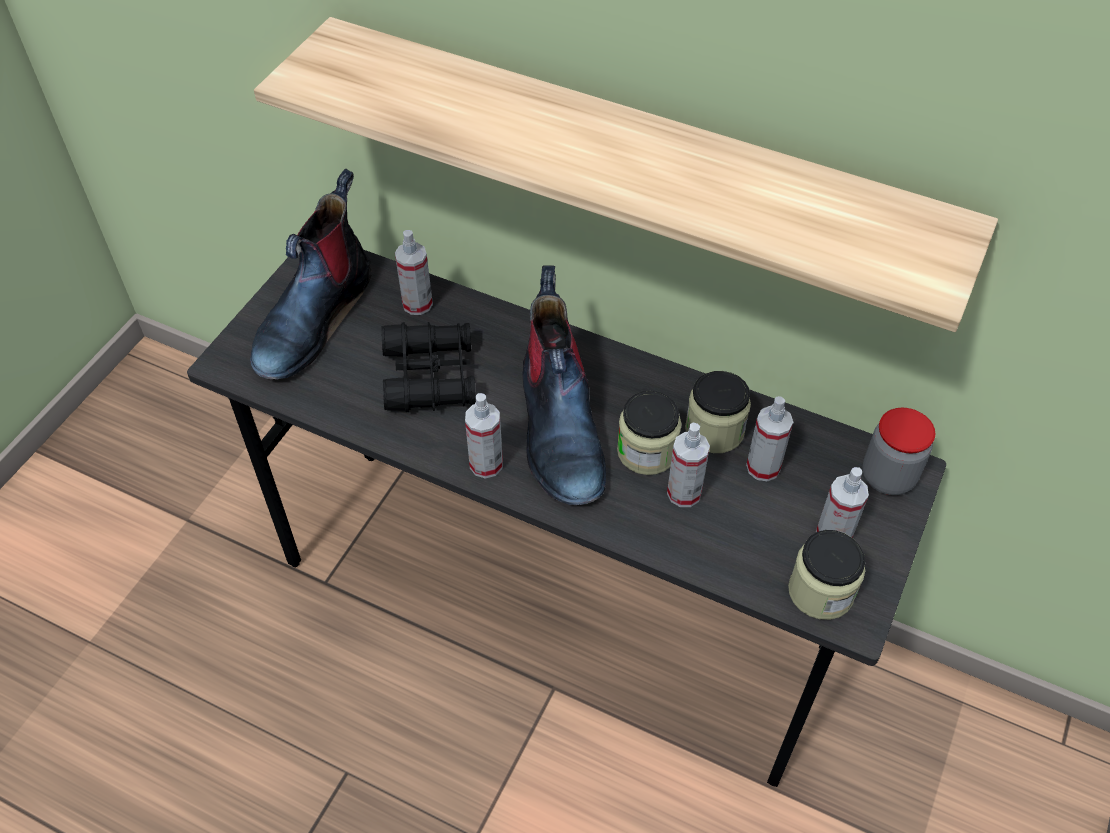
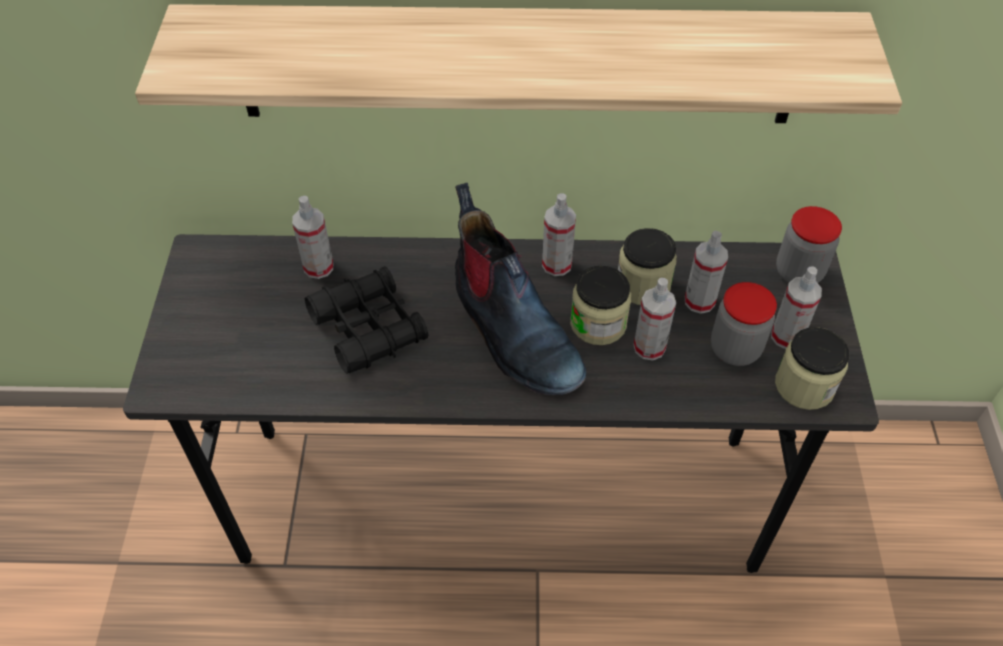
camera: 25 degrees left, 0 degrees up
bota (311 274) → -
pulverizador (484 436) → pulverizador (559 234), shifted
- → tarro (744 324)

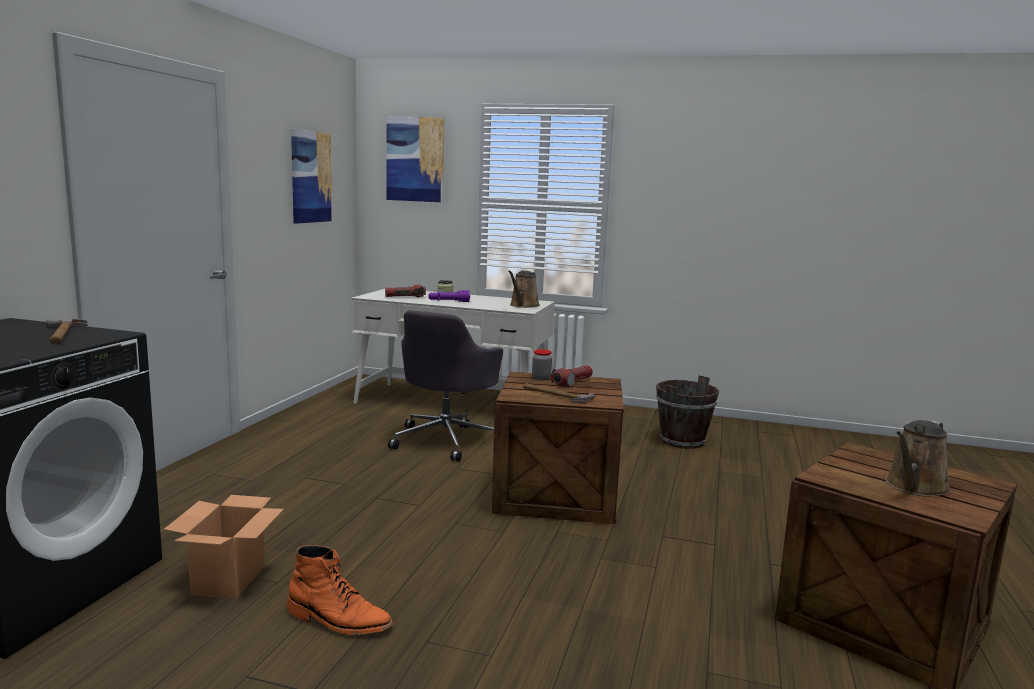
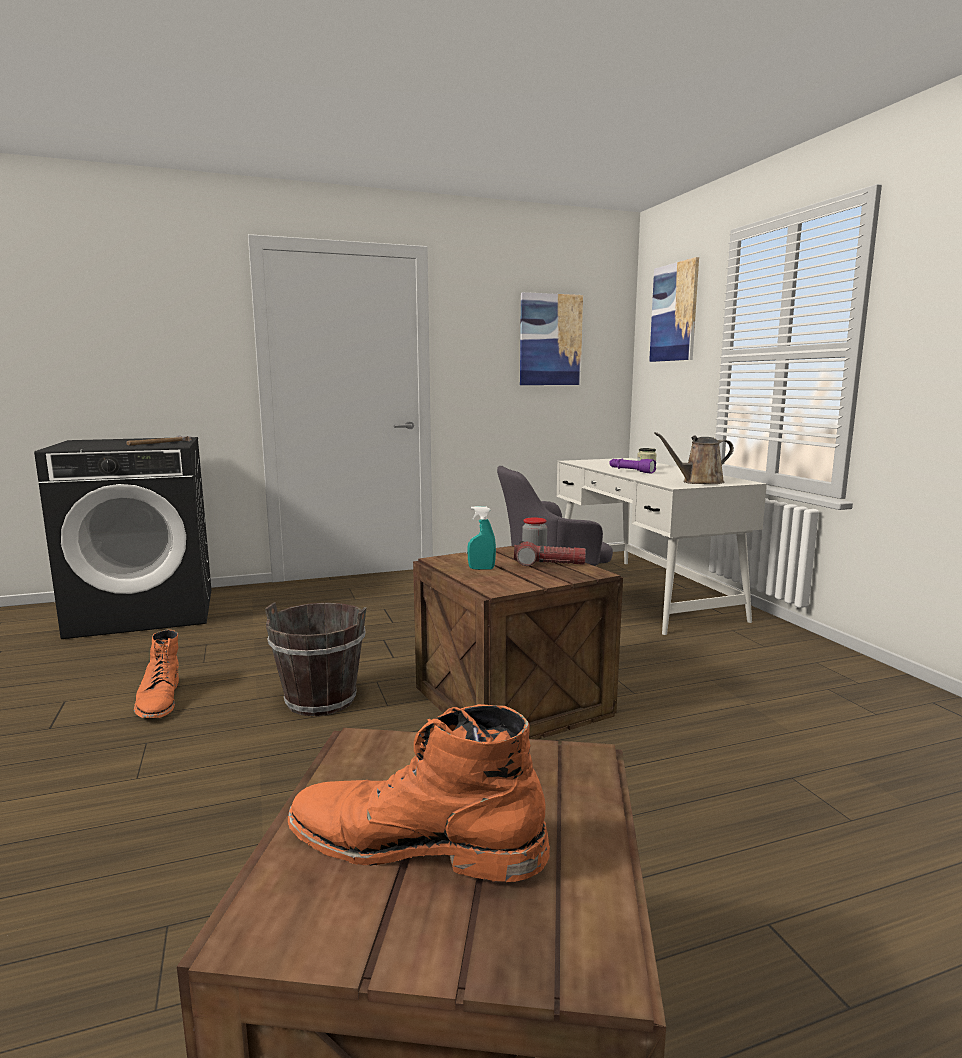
camera: 55 degrees right, 0 degrees up
caja de cartón (224 547) → -
linterna (405 290) → -
martillo (559 393) → pulverizador [turquesa] (481 538)
cubo [marrón] (687 412) → cubo [marrón] (316 659), shifted
regadera [marrón] (918 458) → bota [naranja] (419 793)

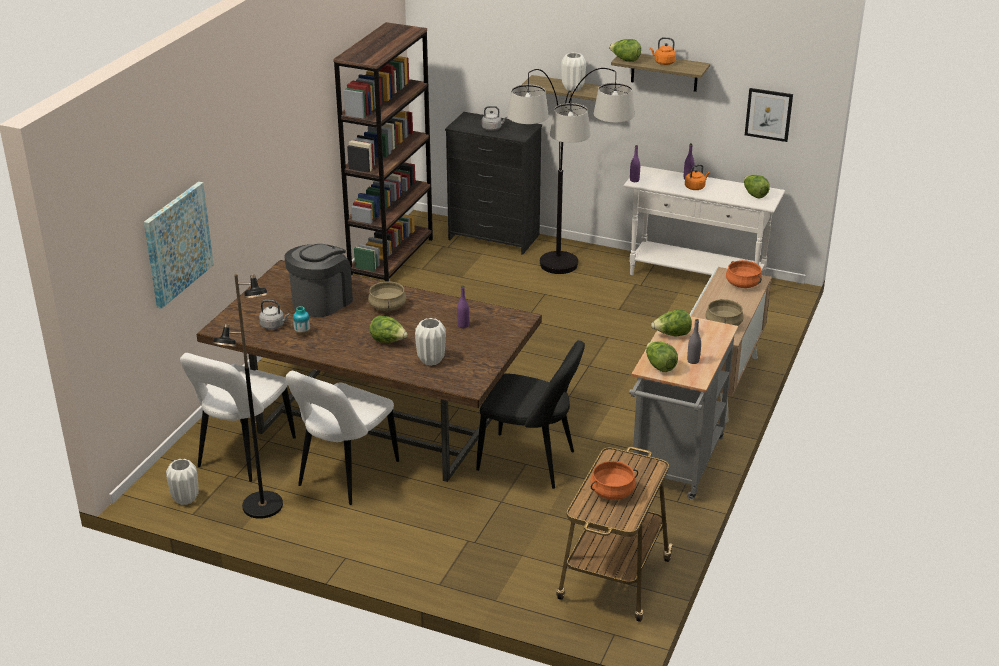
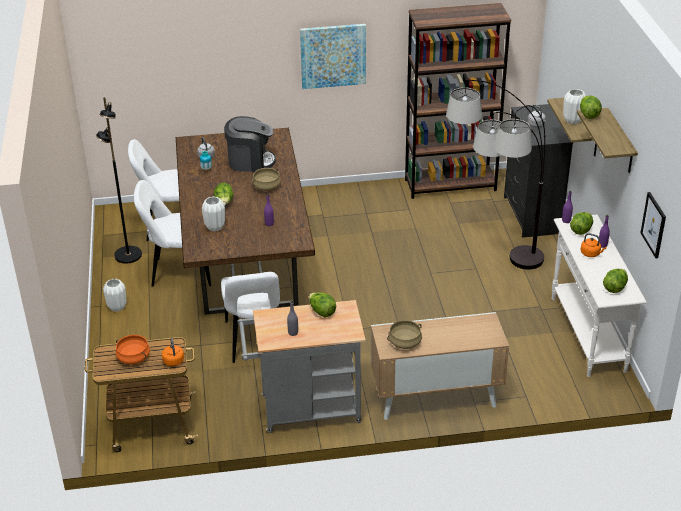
camera: 60 degrees right, 5 degrees up
cuadro (179 245) → cuadro (333 56), shifted
florero [blanco] (182 482) → florero [blanco] (115 295), shifted
silla [negro] (530 414) → silla [blanco] (250 317)
lechuga (662 357) → lechuga (581 223), shifted
hervidor [naranja] (663 51) → hervidor [naranja] (173 352), shifted
olla [naranja] (744 274) → -

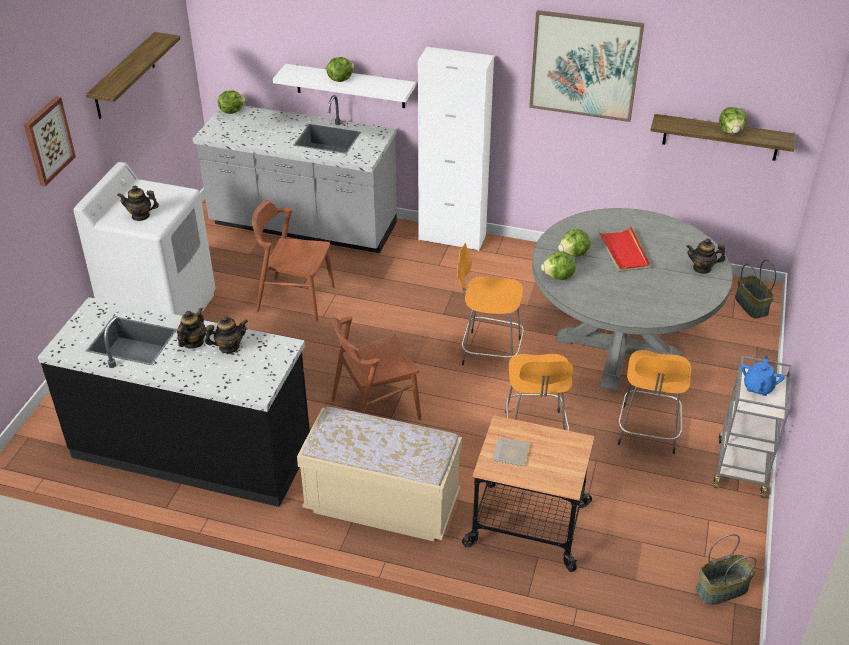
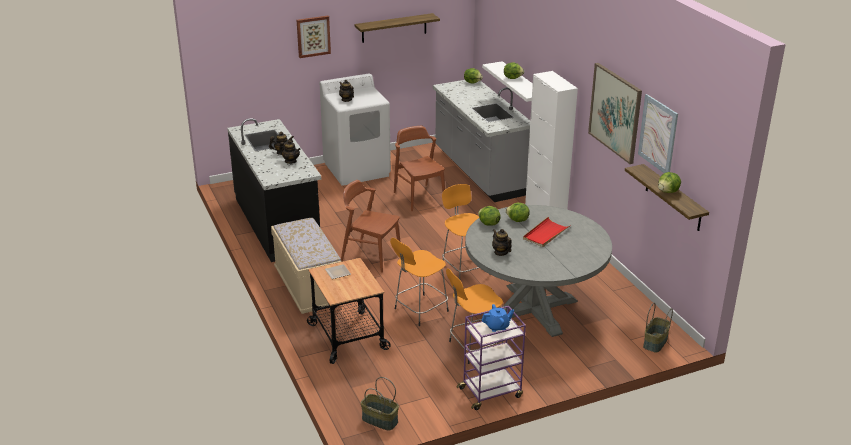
camera: 50 degrees right, 10 degrees down
tetera (705 256) → tetera (502 242), shifted
carrito [gris] (753 427) → carrito [morado] (491 358)
- → cuadro (658 133)

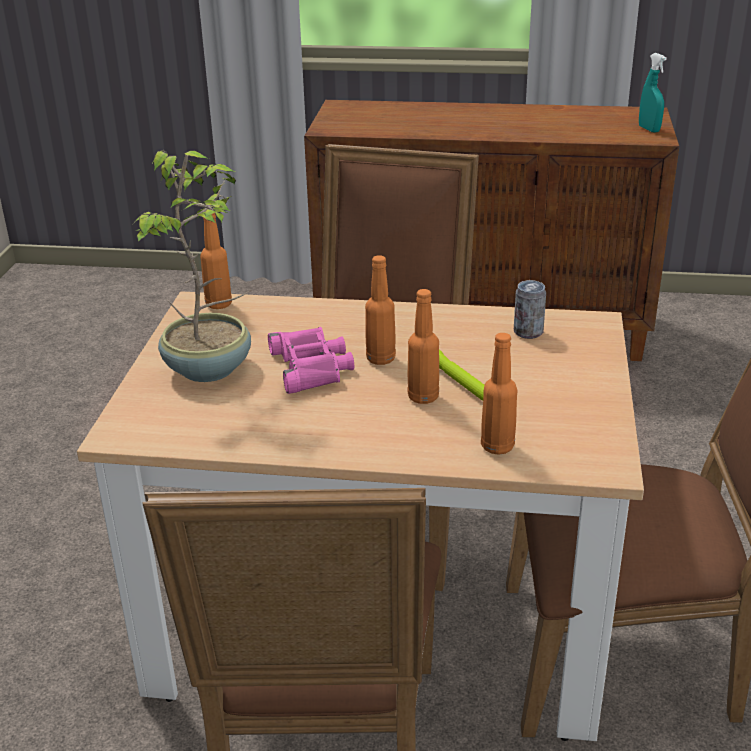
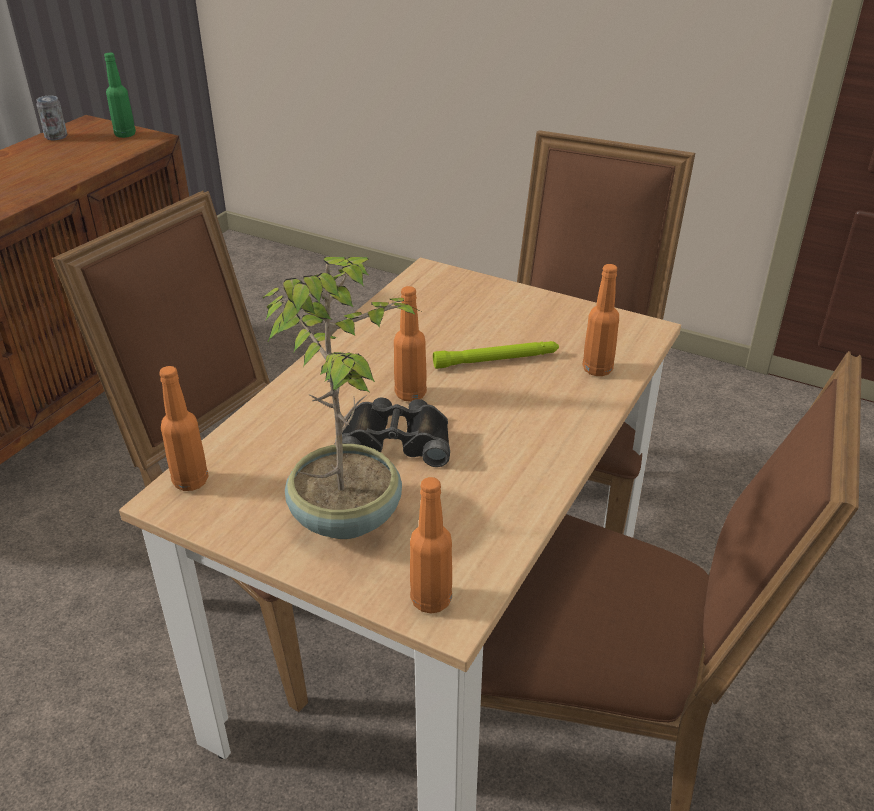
camera: 70 degrees left, 5 degrees up
prismáticos [rosa] (311 360) → prismáticos [negro] (392 432)
botella [naranja] (423 346) → botella [naranja] (431 545), shifted
lata (530 309) → lata (52 118), shifted
pulverizador [turquesa] (653 93) → botella [verde] (120 95)

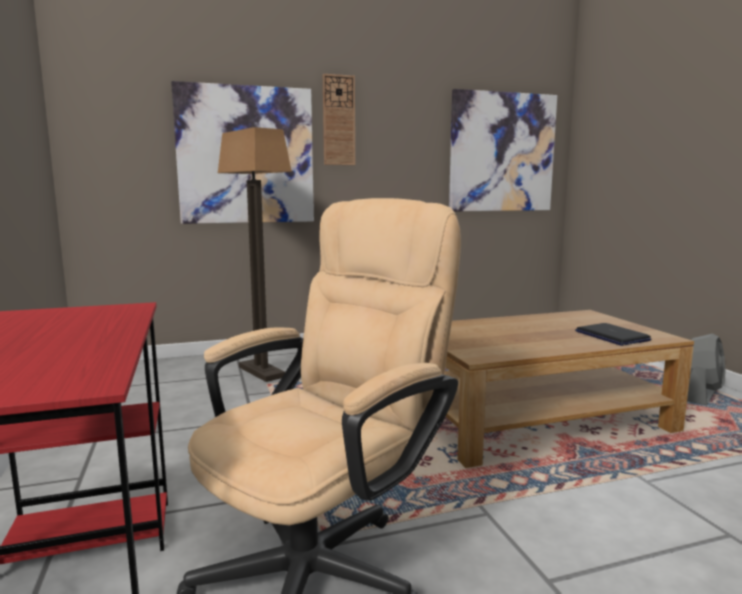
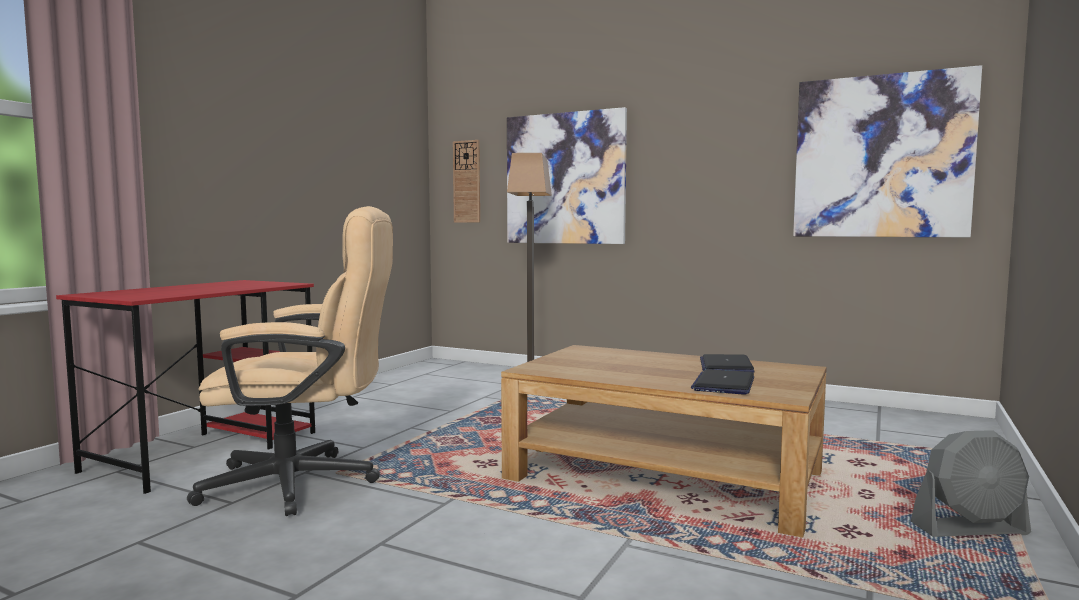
camera: 45 degrees right, 5 degrees down
reloj de pared (339 119) → reloj de pared (466 181), shifted
- → portátil (727 363)

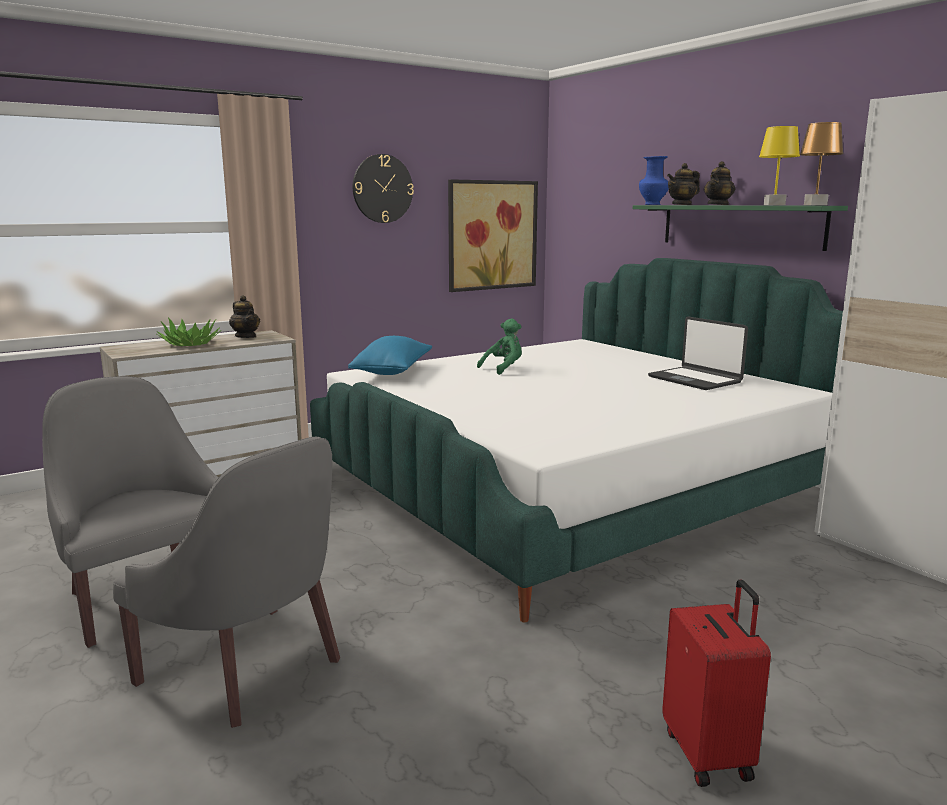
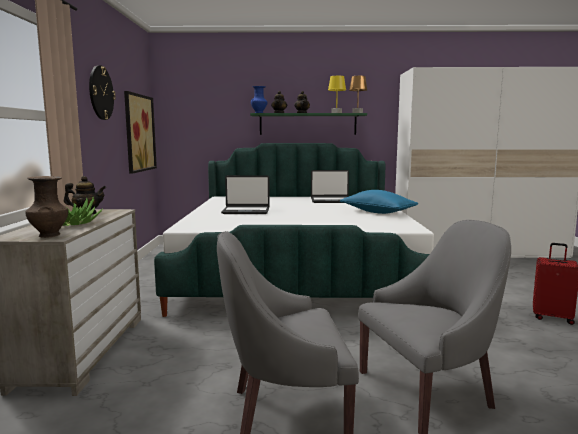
camera: 55 degrees left, 5 degrees down
cojín [azul] (390 355) → cojín [azul] (379 202), shifted
peluche [verde] (499 347) → portátil (245 194)
- → florero [marrón] (46 207)

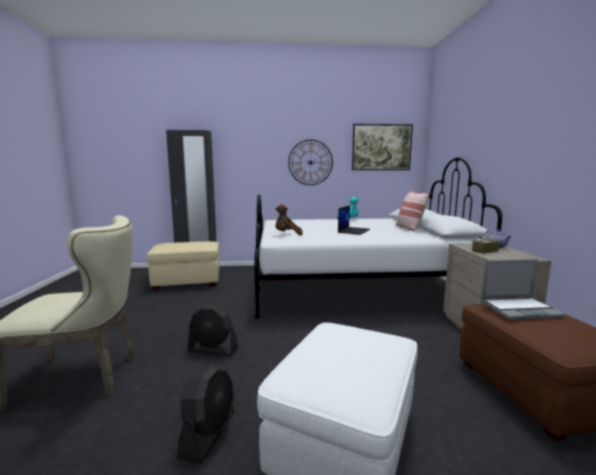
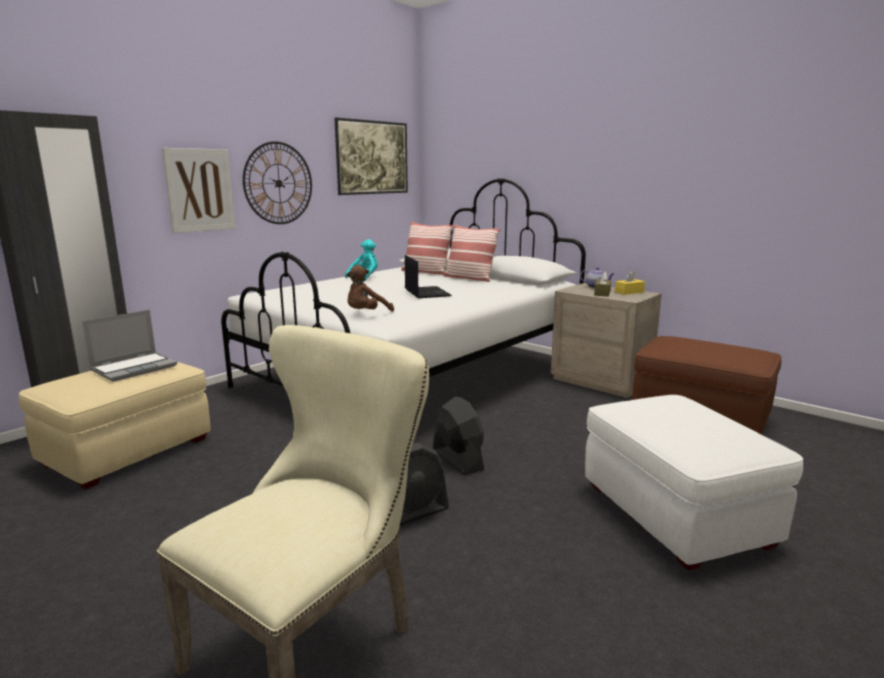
camera: 45 degrees left, 5 degrees up
ventilador [negro] (206 415) → ventilador [negro] (458 435), shifted
portátil (524 289) → portátil (129 346), shifted
- → cuadro (198 190)
- → cojín (427 248)
- → caja de pañuelos [amarillo] (630 283)

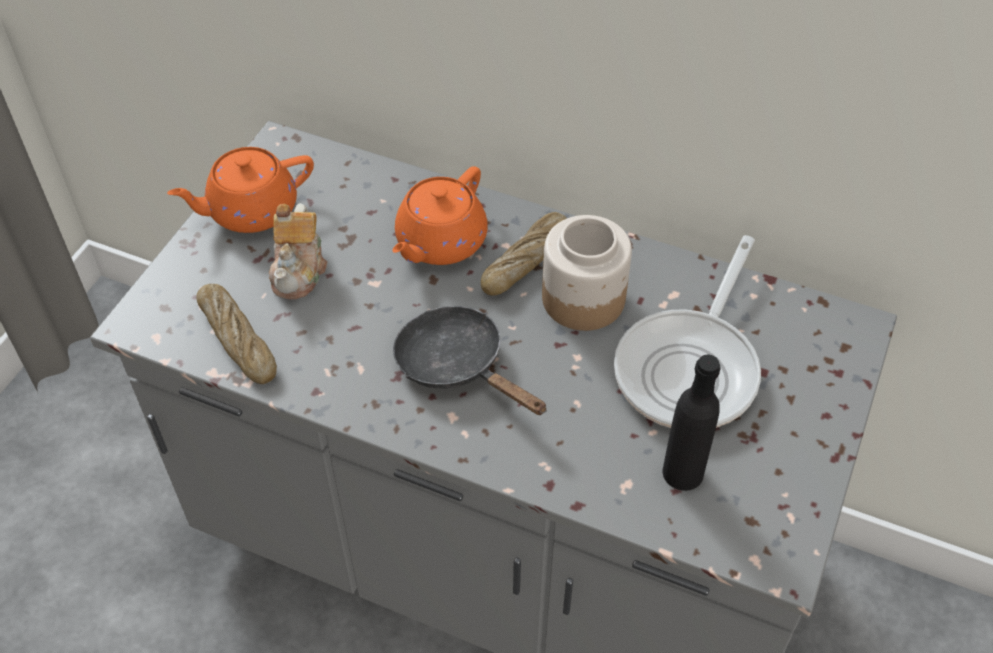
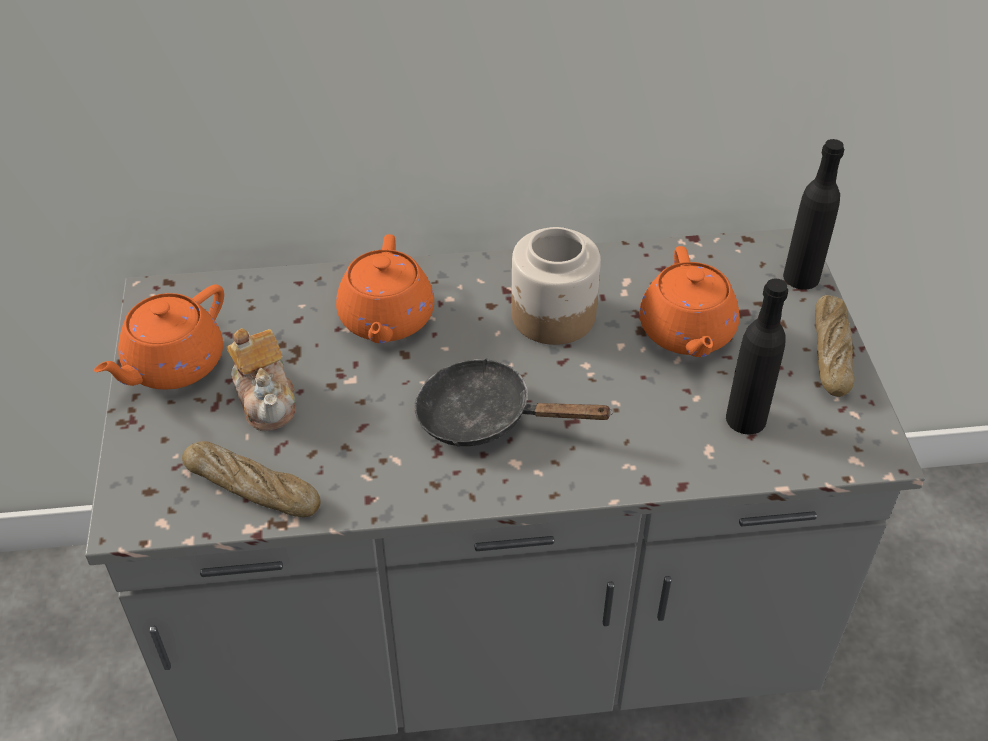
camera: 30 degrees left, 5 degrees down
pan (524 254) → pan (834 346), shifted
sartén (687 331) → tetera [naranja] (689 301)
- → botella [negro] (813 214)

